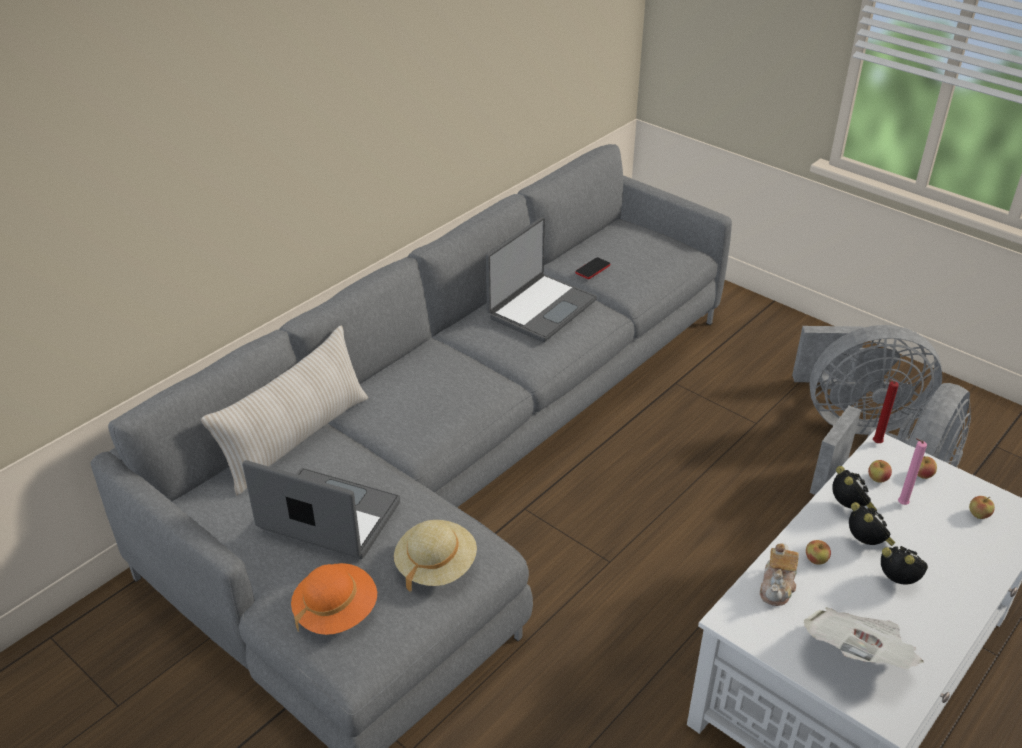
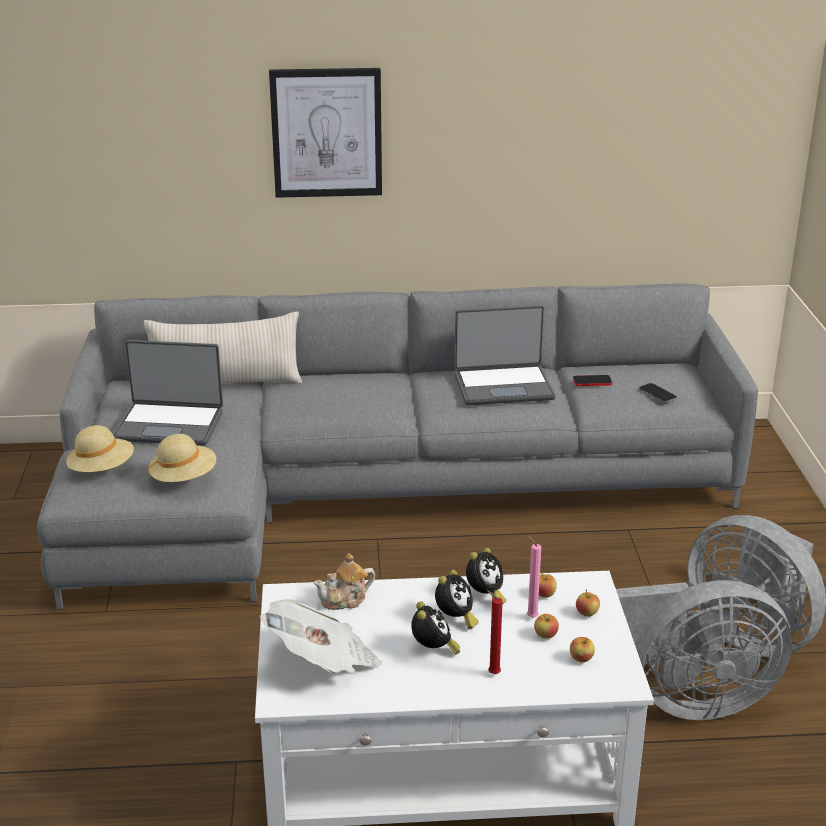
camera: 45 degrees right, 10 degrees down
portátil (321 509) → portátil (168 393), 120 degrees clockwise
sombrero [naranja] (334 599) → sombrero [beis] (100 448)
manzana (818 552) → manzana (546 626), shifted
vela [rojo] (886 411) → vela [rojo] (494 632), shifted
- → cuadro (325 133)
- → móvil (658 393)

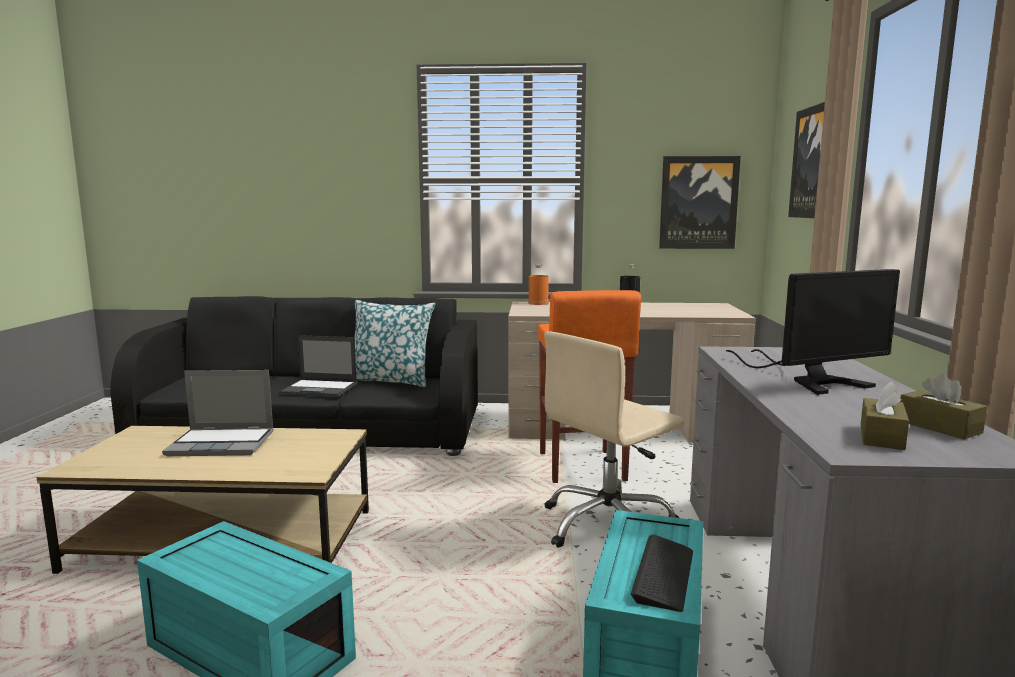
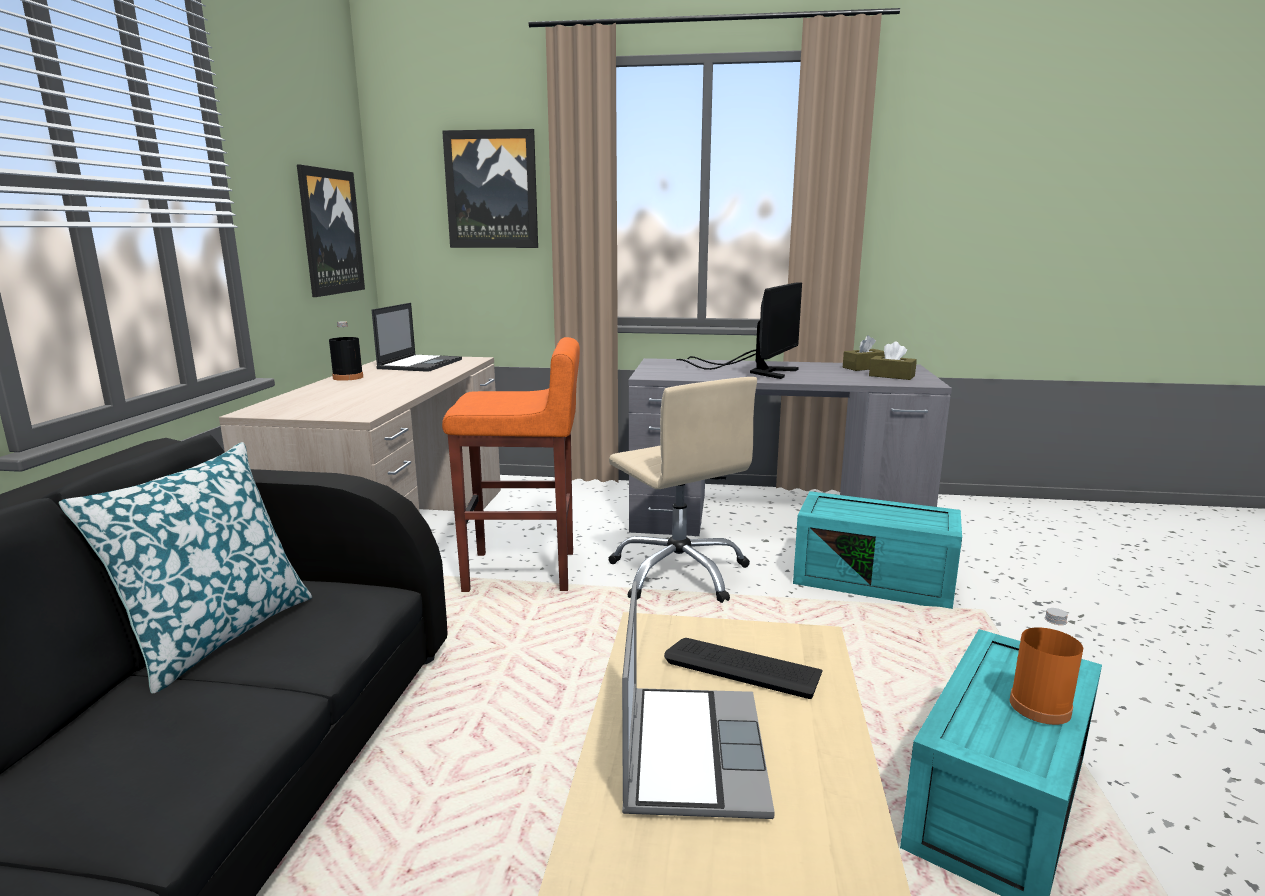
camera: 85 degrees left, 5 degrees up
portátil (318 366) → portátil (417 337), shifted
botella [naranja] (538 284) → botella [naranja] (1046 666), shifted
teclado (662 573) → teclado (743 668), shifted
monitor (813 332) → monitor (739 331), 45 degrees clockwise

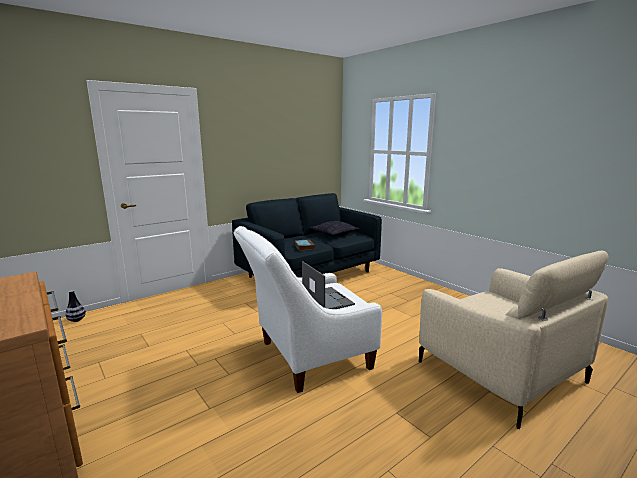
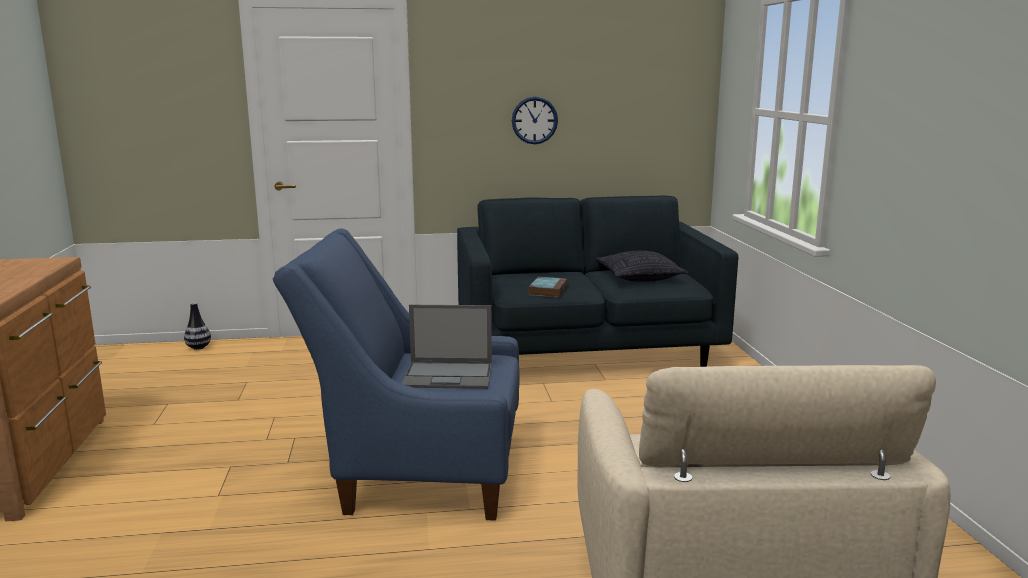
camera: 30 degrees right, 0 degrees up
sillón [blanco] (307 309) → sillón [azul] (396 374)
portátil (328 285) → portátil (447 347), 90 degrees clockwise
- → reloj de pared (535 120)

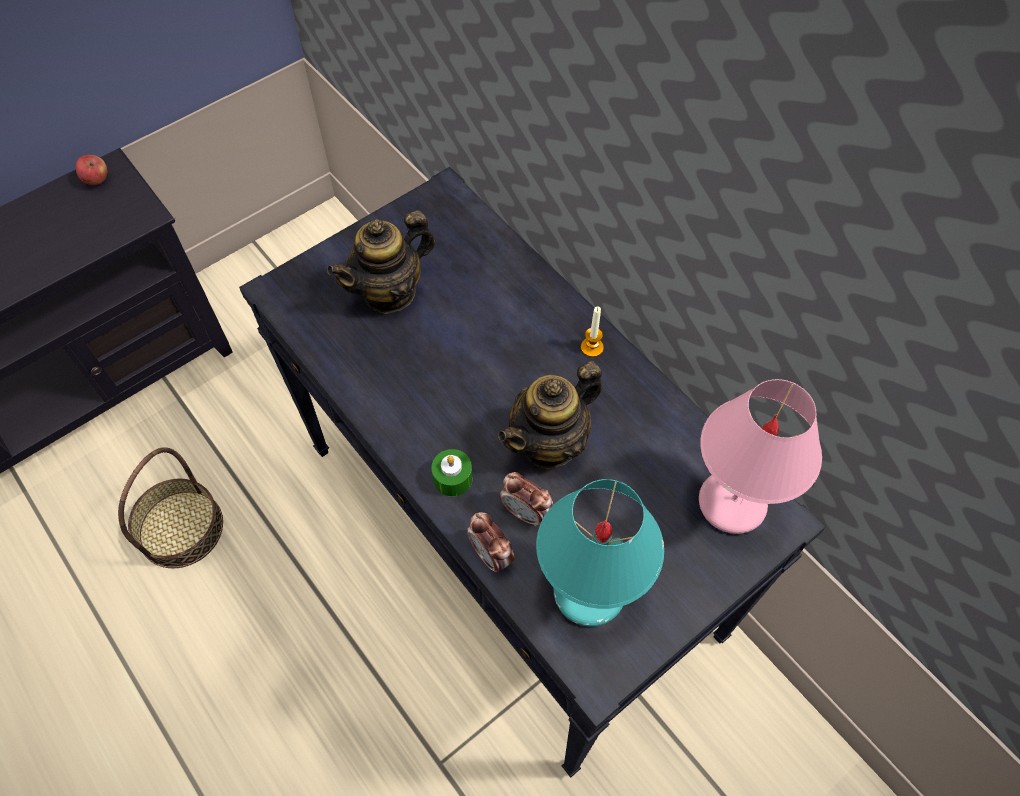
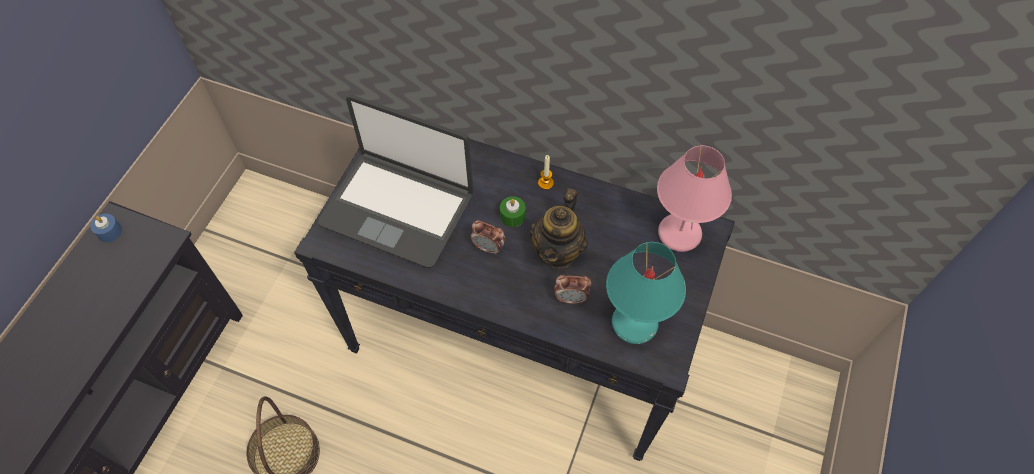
camera: 30 degrees left, 0 degrees up
manzana (91 170) → vela [azul] (106 228)
tetera (381 262) → portátil (395 181)
vela [verde] (452 473) → vela [verde] (512 211), shifted
despertador (491 542) → despertador (488 237), shifted

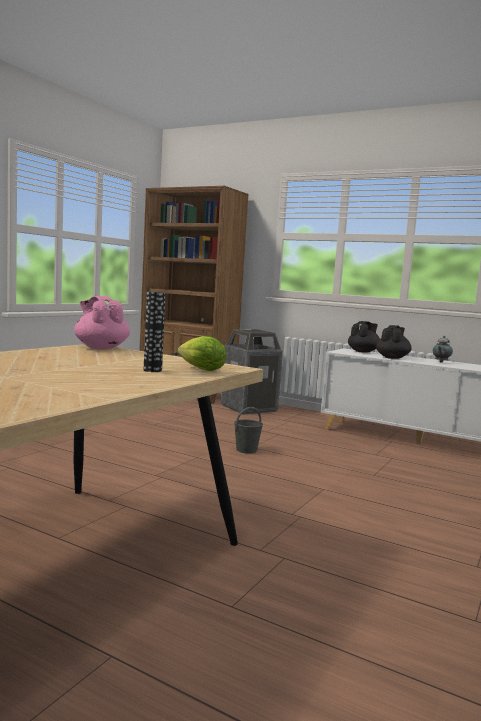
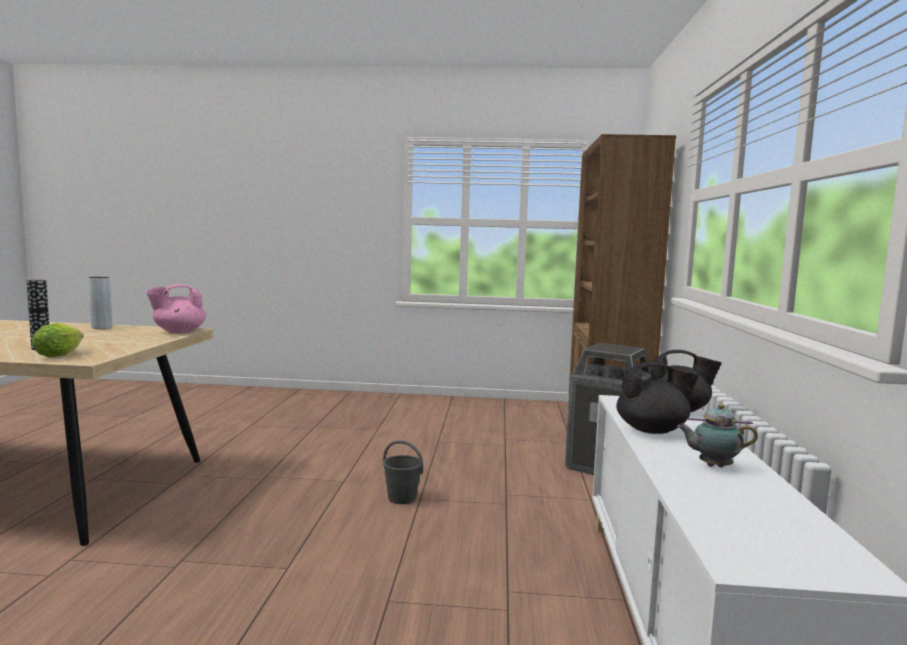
camera: 65 degrees right, 0 degrees up
tetera [rosa] (102 322) → tetera [rosa] (176 308), 150 degrees counterclockwise
- → florero [gris] (100 303)

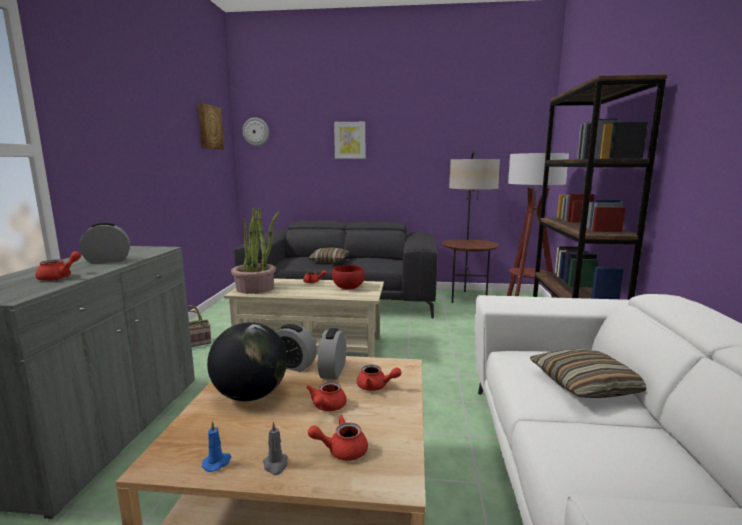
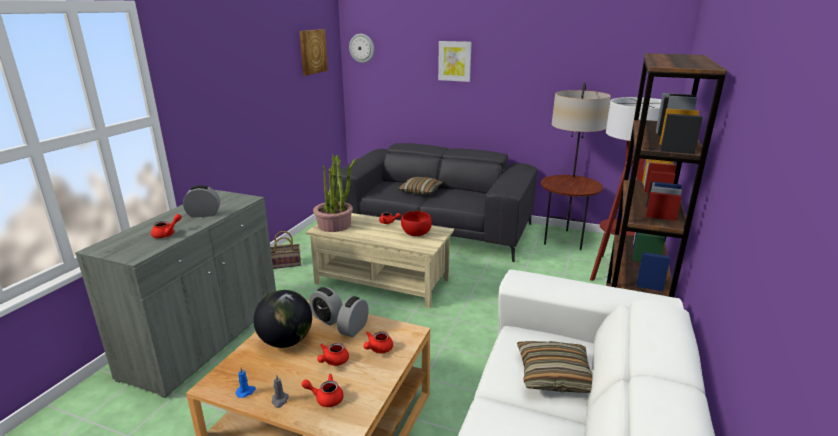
camera: 15 degrees right, 10 degrees up
tetera [rojo] (379 378) → tetera [rojo] (378 342), 90 degrees clockwise

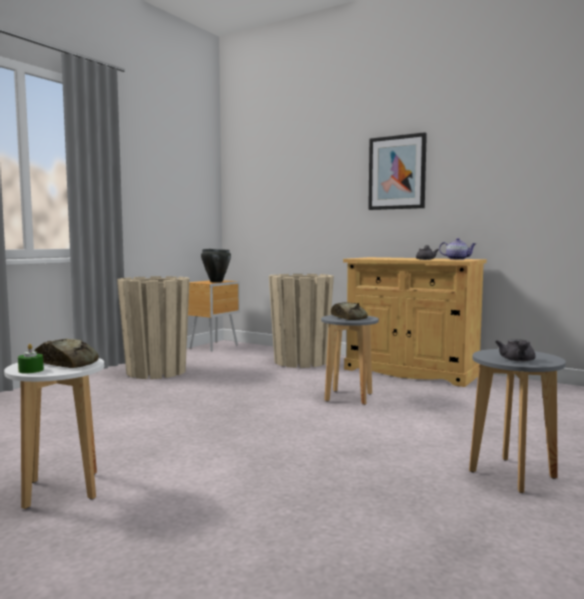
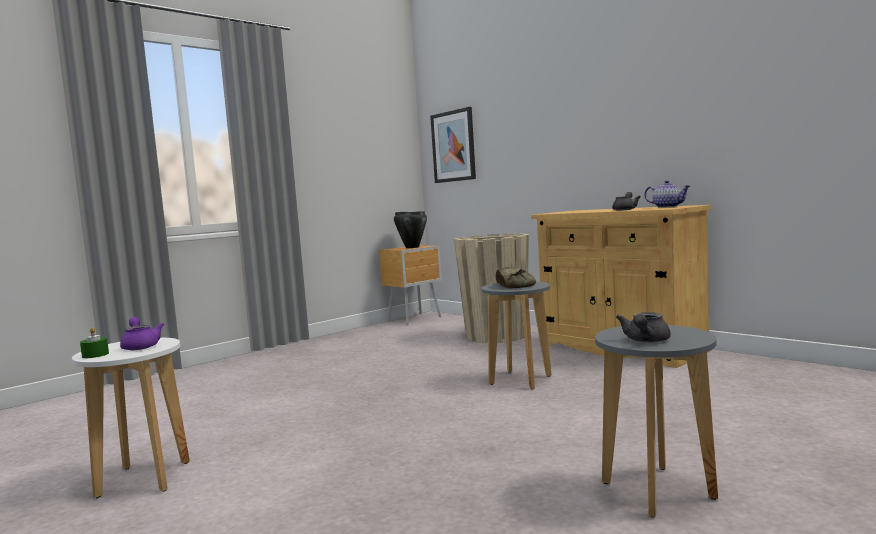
camera: 15 degrees right, 0 degrees up
pan (66 353) → tetera [morado] (142 333)
maceta [beis] (153 327) → -
cuadro (397 171) → cuadro (453 145), shifted

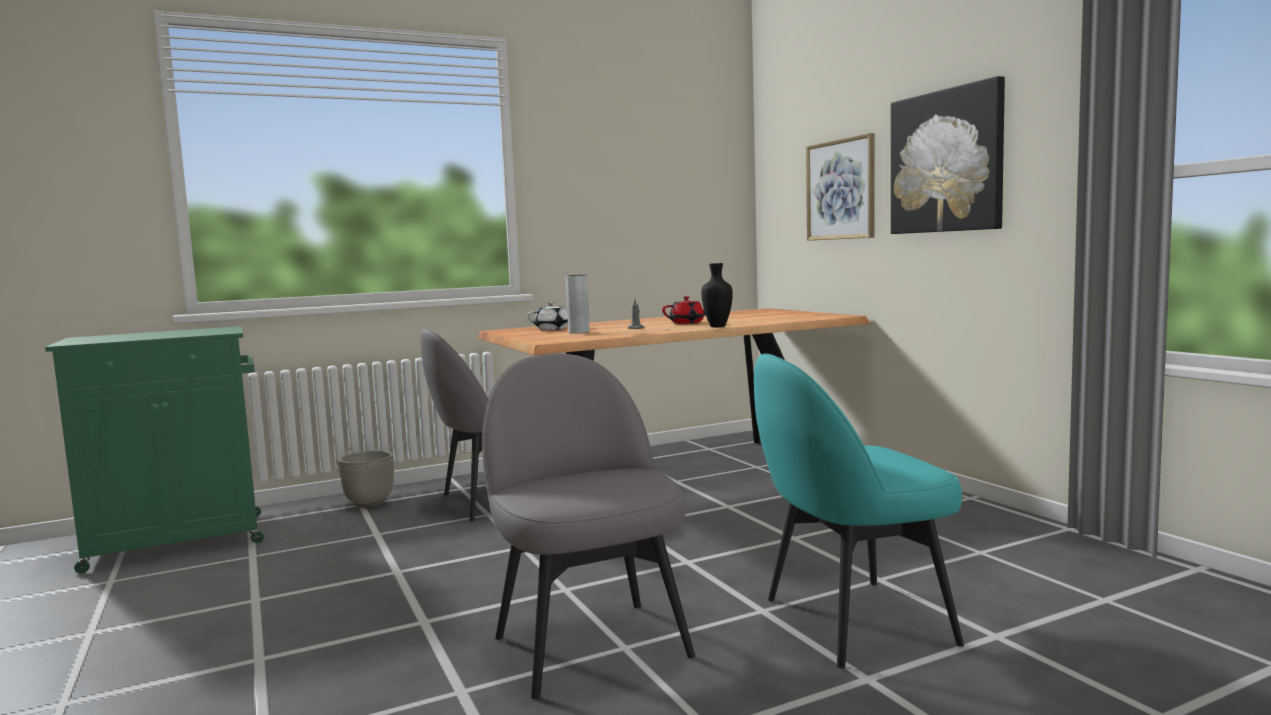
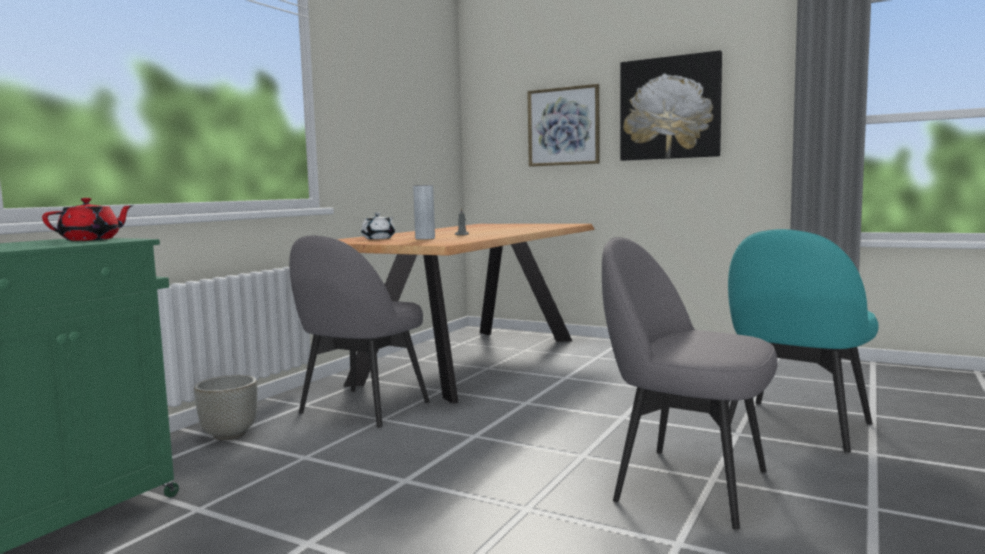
camera: 35 degrees left, 0 degrees up
tetera [rojo] (683 310) → tetera [rojo] (88 219), shifted
florero [negro] (717 295) → -

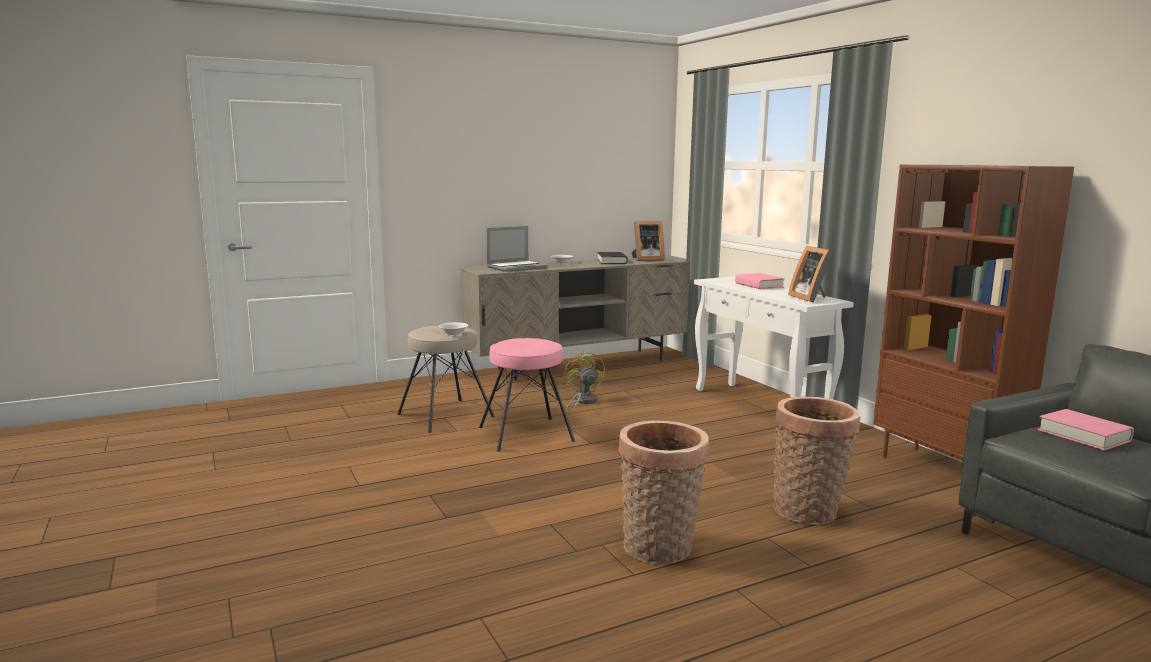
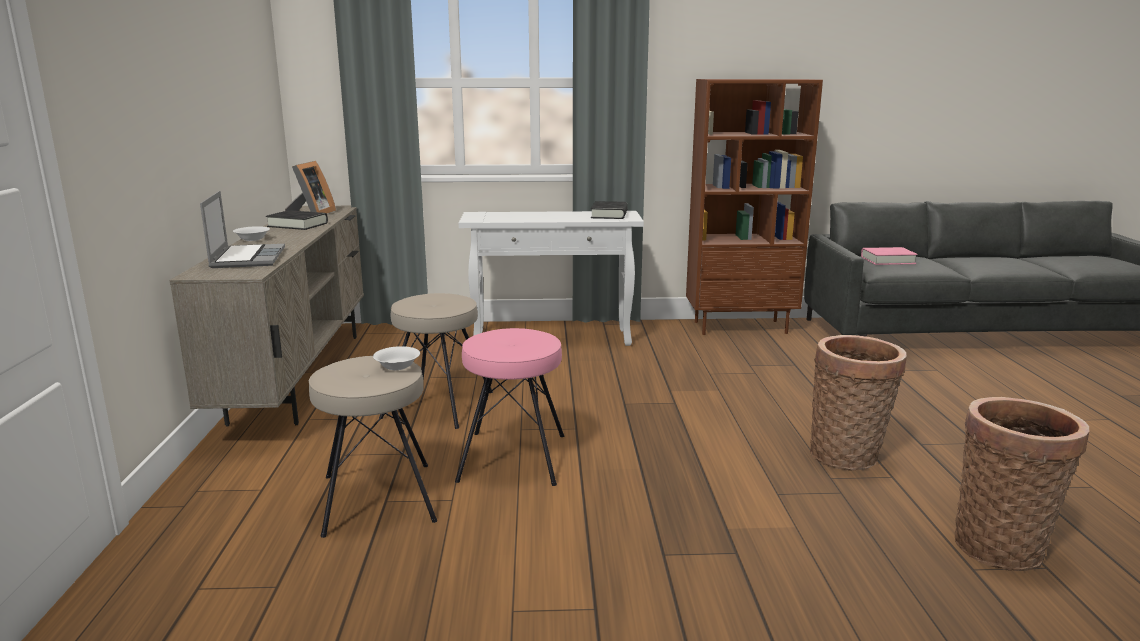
camera: 65 degrees left, 5 degrees up
ventilador [amarillo] (584 381) → taburete [beis] (436 361)
libro [rosa] (760 281) → -
cesta (817 460) → cesta (1022 484), shifted
portarretratos (810 274) → libro [negro] (609 210)

